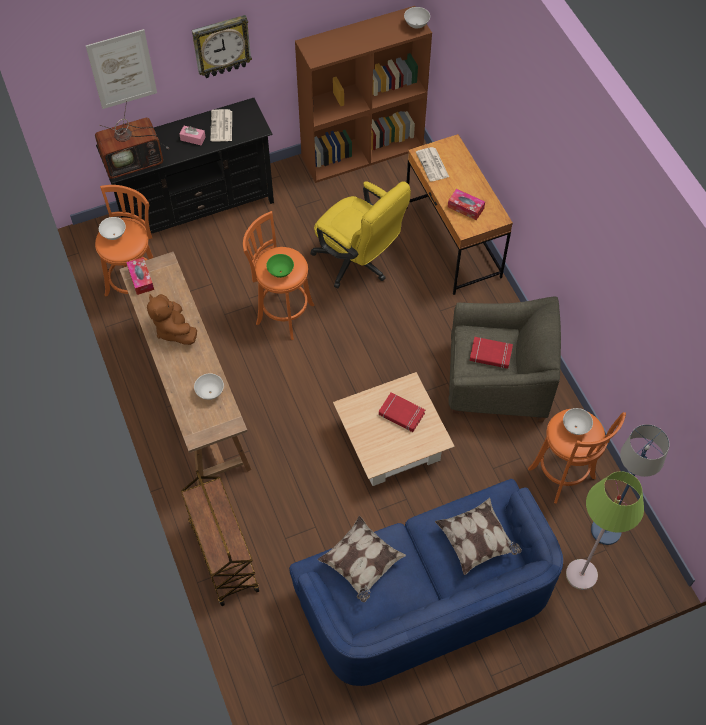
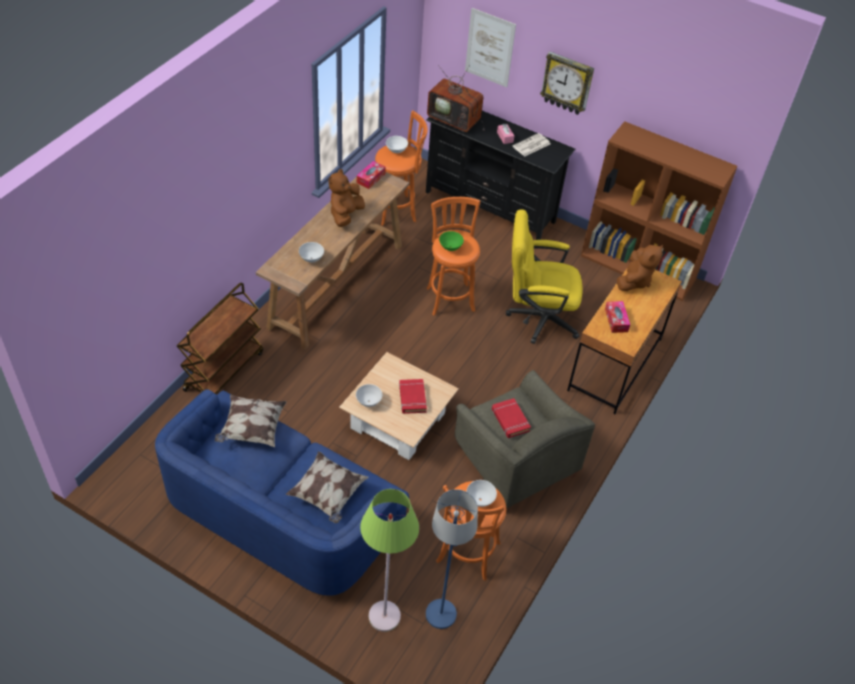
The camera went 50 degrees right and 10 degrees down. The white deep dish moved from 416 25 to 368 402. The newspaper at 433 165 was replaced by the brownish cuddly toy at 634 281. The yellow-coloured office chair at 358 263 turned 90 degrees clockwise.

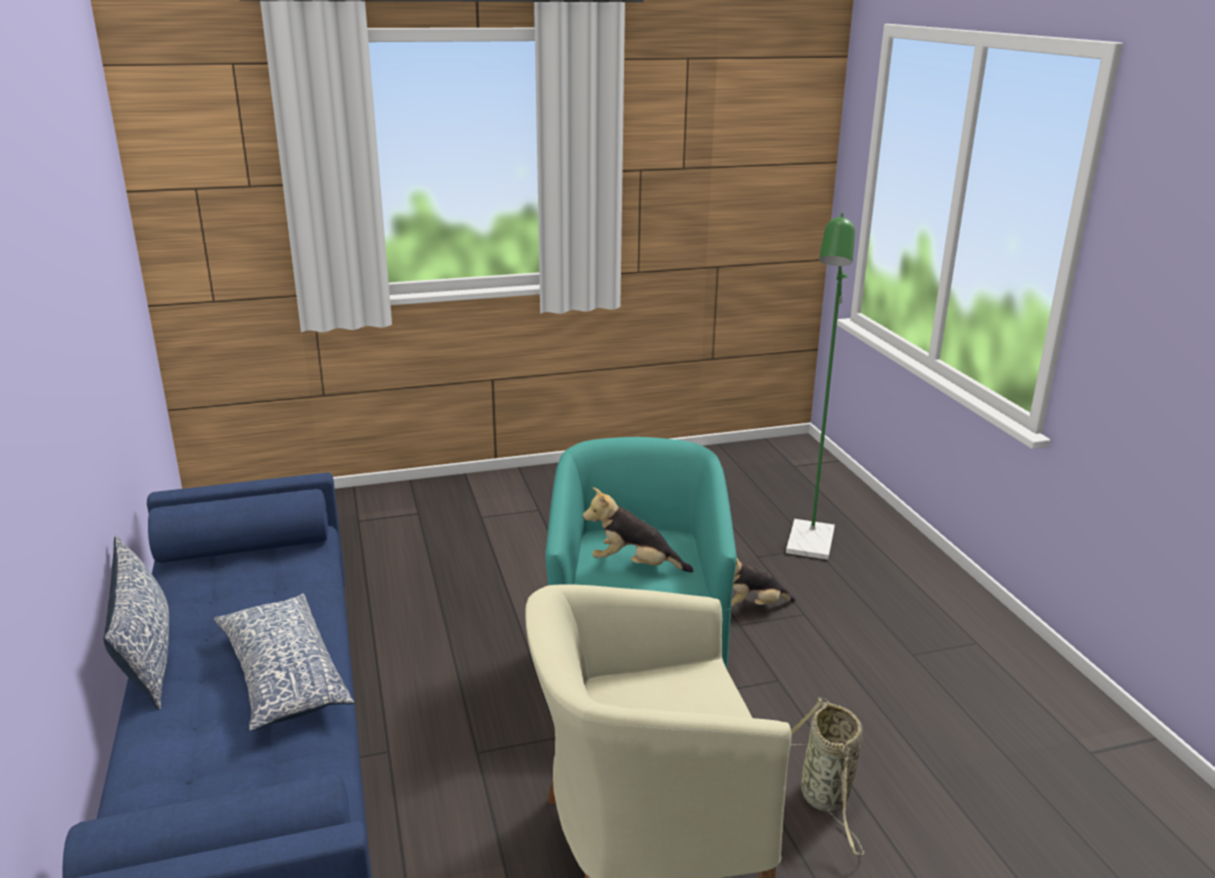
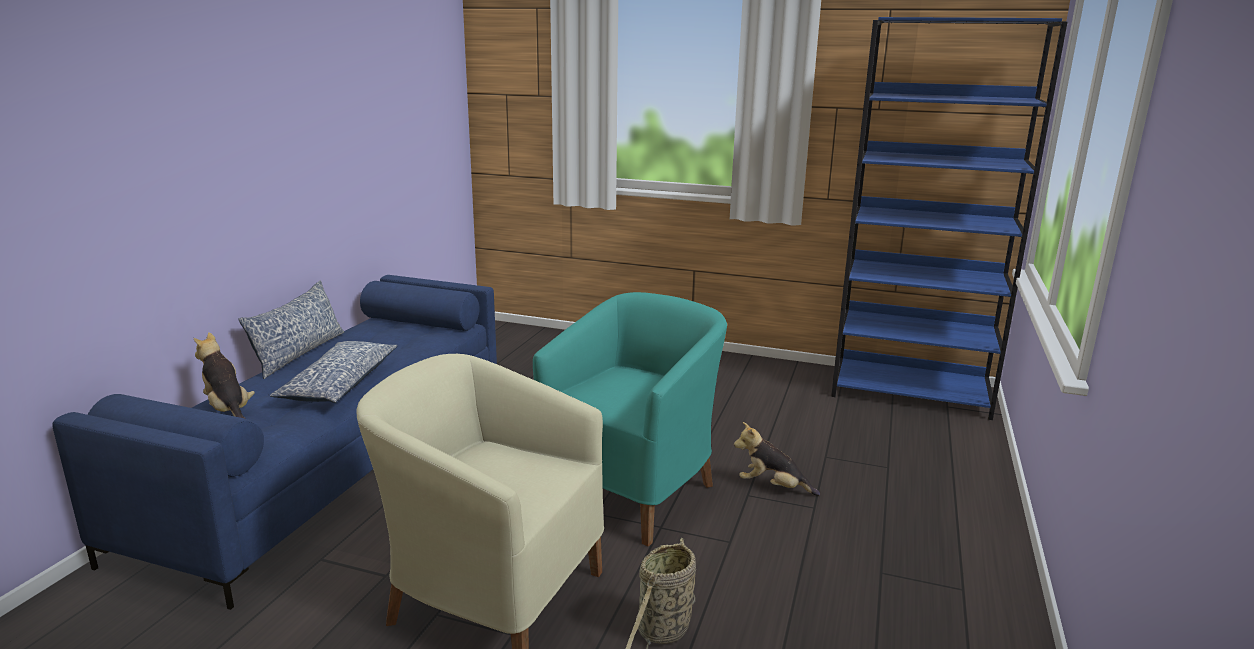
The camera went 35 degrees right and 5 degrees down. The greenish standing lamp at 809 547 disappeared. The cuddly toy moved from 635 565 to 228 410. The blue bookcase at 911 392 appeared.

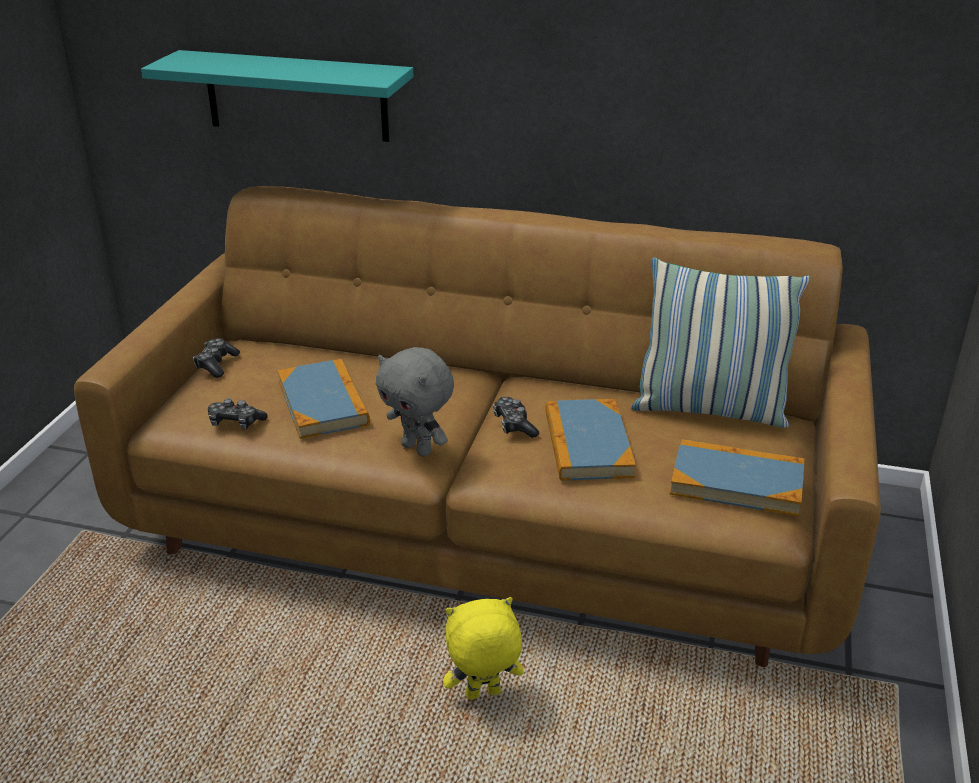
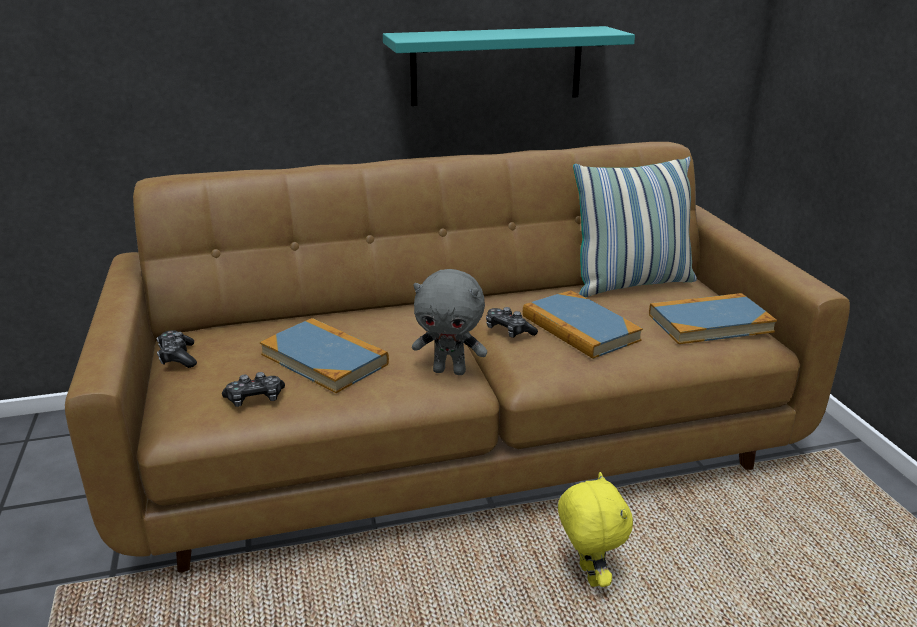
The camera went 30 degrees left and 5 degrees down. The turquoise bracket shelf moved from 296 96 to 497 66. The yellow-coloured cuddly toy at 483 696 turned 120 degrees clockwise.

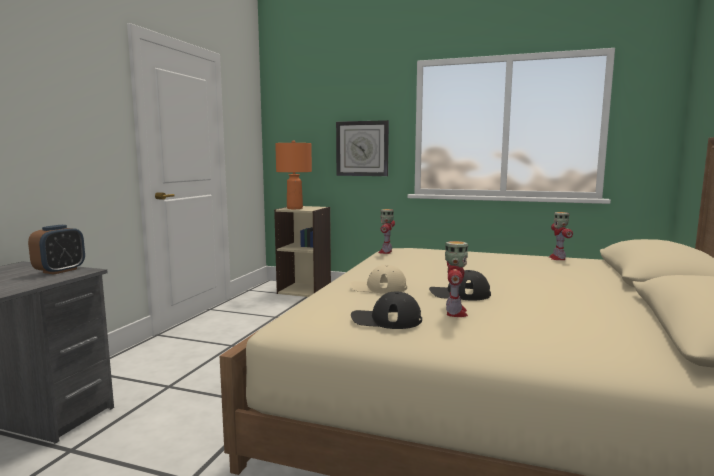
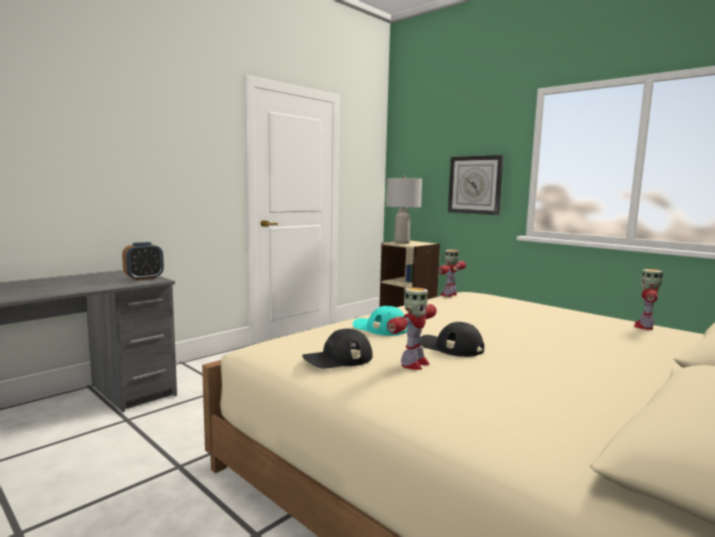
The camera went 25 degrees right and 0 degrees up. The orange lamp for a table at 295 208 became the grey lamp for a table at 402 243. The beige-coloured baseball cap at 378 288 became the turquoise baseball cap at 380 328. The black baseball cap at 386 320 turned 60 degrees counterclockwise.

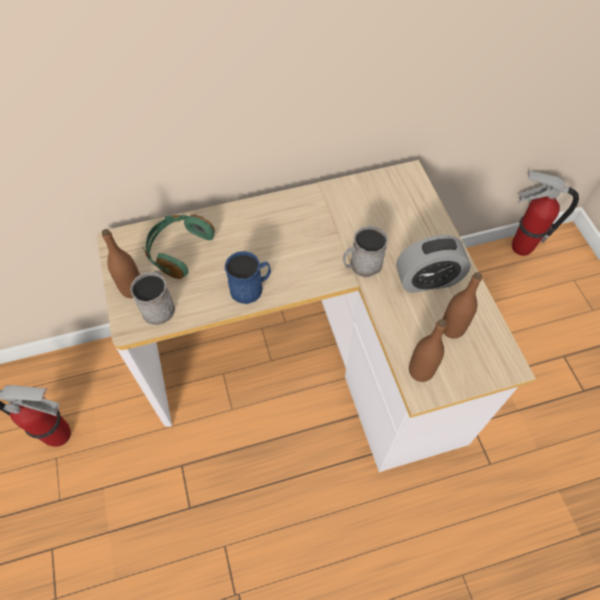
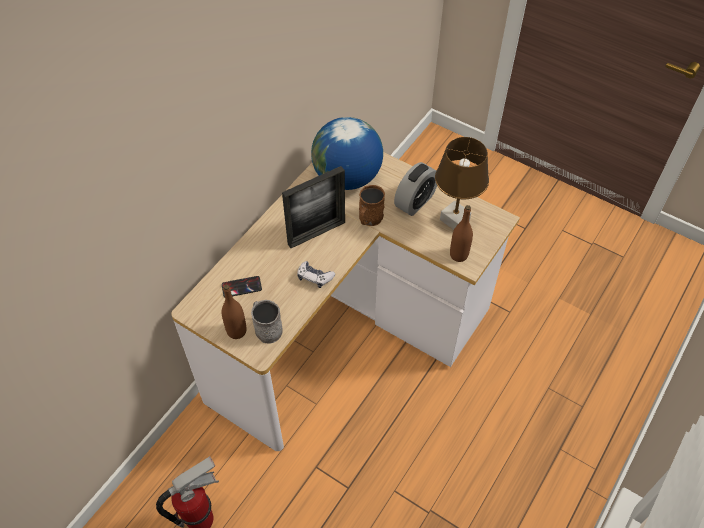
The camera went 40 degrees left and 5 degrees down. The fire-fighting cylinder at 520 247 disappeared. The greenish headphones at 178 250 was replaced by the handset at 241 287. The grey tea mug at 361 265 became the brownish tea mug at 369 219. The blue tea mug at 251 288 was replaced by the game controller at 314 277. The brownish beverage bottle at 452 328 was replaced by the brownish lamp for a table at 454 220. The globe at 347 177 appeared. The photo frame at 316 233 appeared.

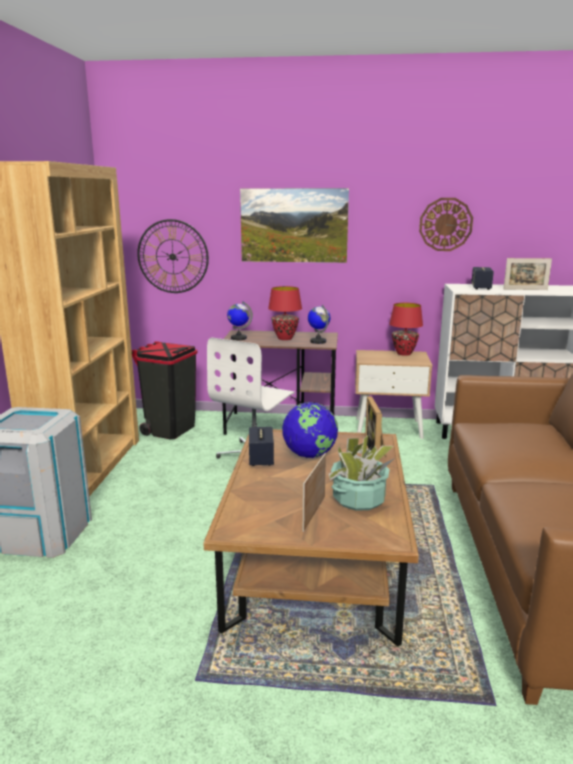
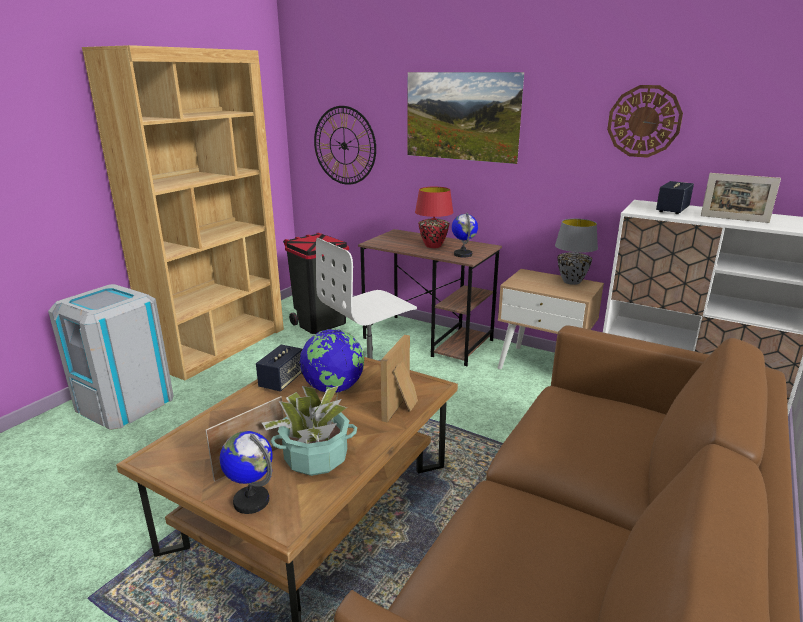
The camera went 25 degrees right and 5 degrees up. The globe moved from 238 338 to 251 501. The red lamp for a table at 403 353 became the grey lamp for a table at 571 281.

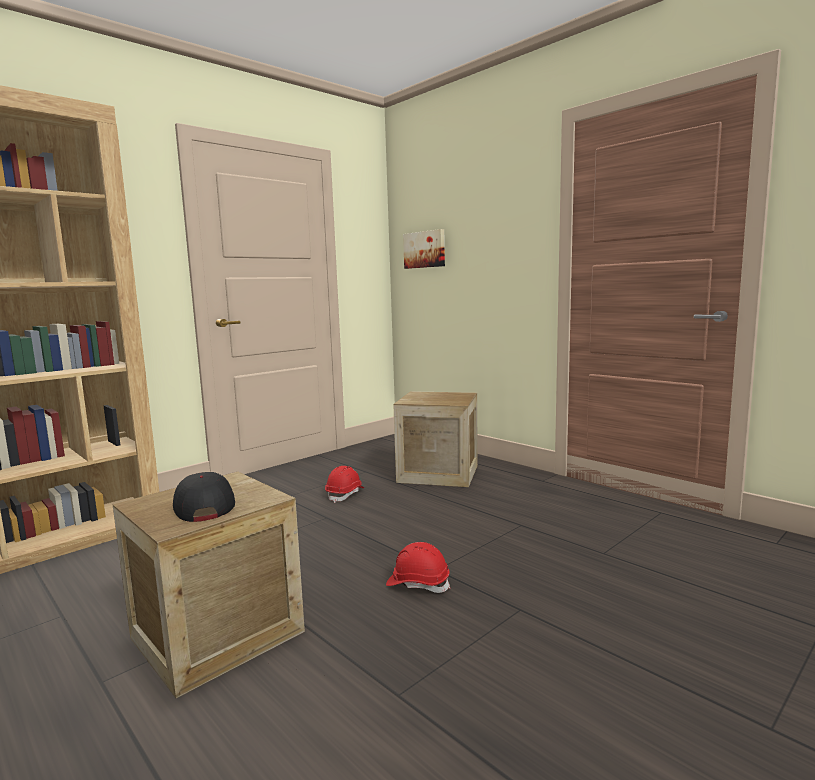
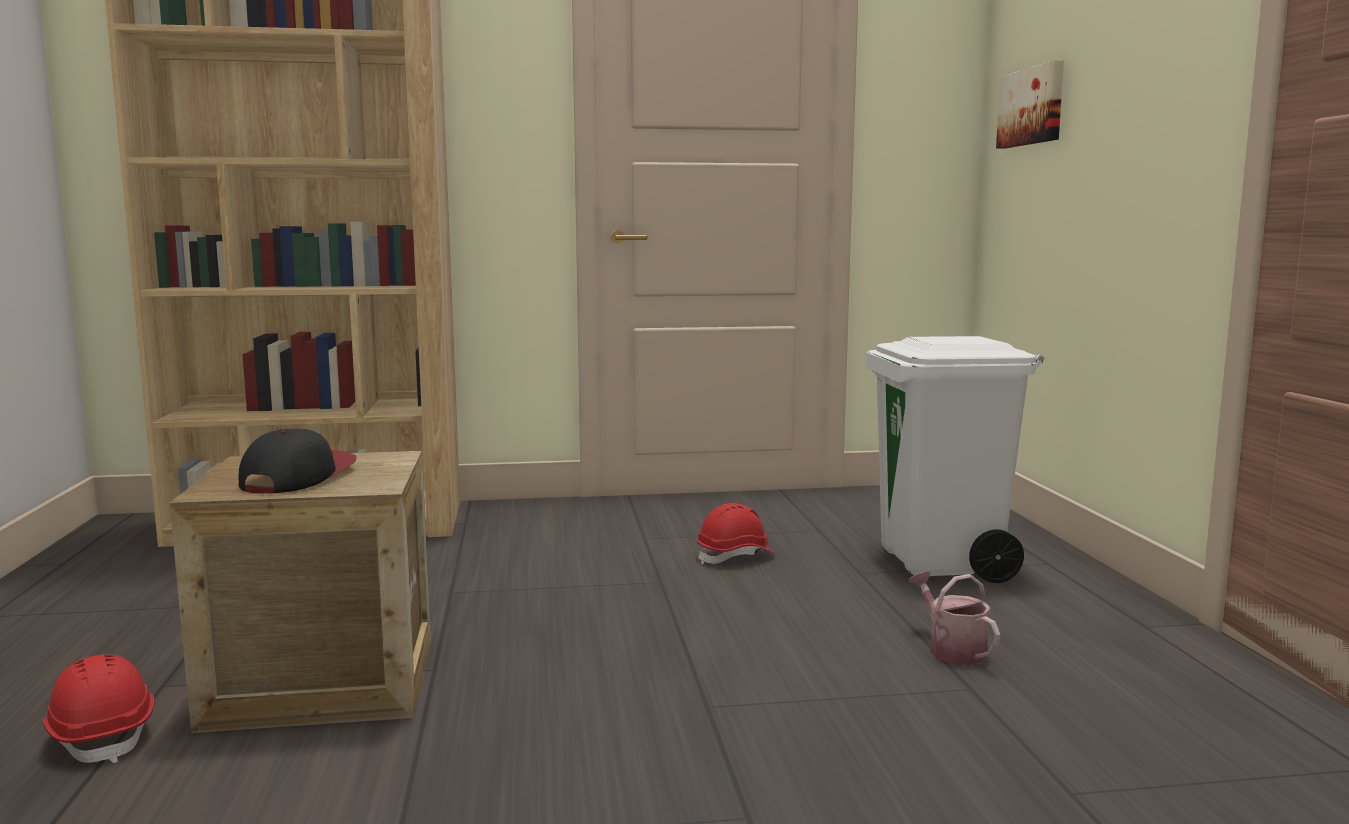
The camera went 35 degrees right and 0 degrees up. The packing crate at 438 473 was replaced by the white trash can at 942 563. The red hard hat moved from 418 584 to 103 736. The watering pot at 952 649 appeared.

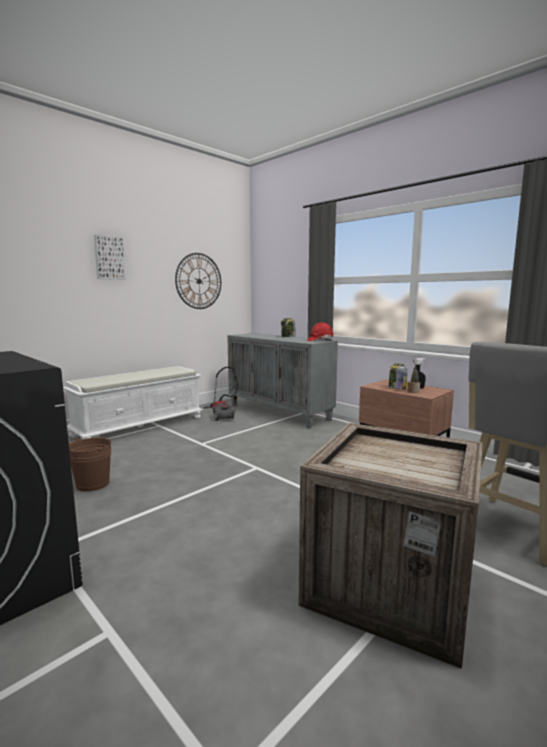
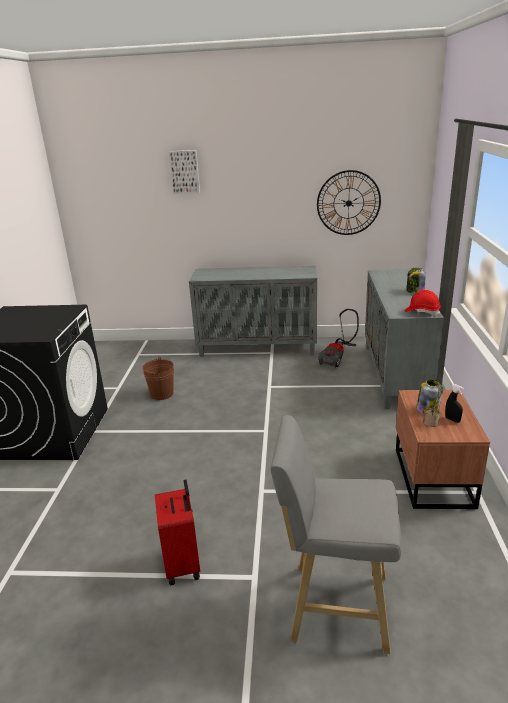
The camera went 50 degrees right and 15 degrees up. The wall art moved from 109 258 to 185 172. The white bench at 140 426 was replaced by the grey cabinet at 258 348. The packing crate at 393 583 was replaced by the red piece of luggage at 183 564.

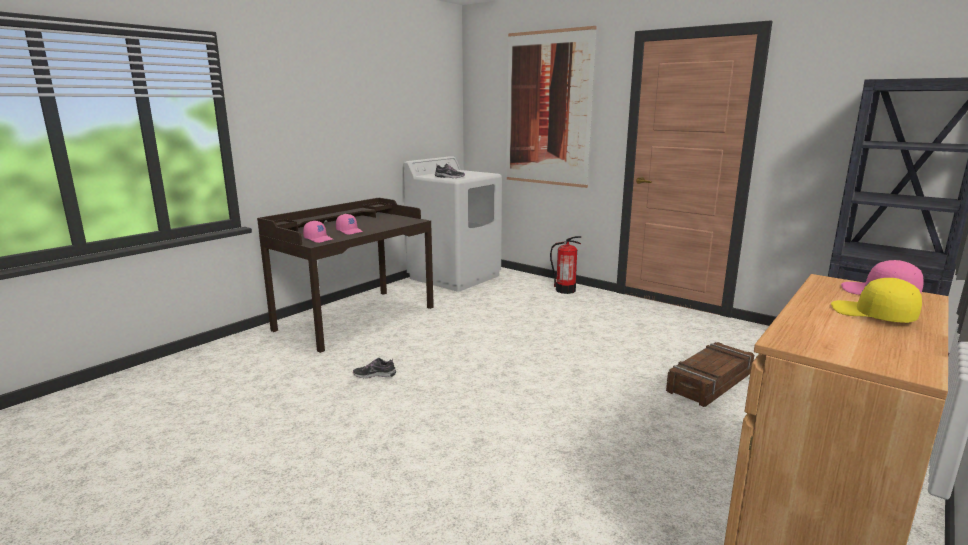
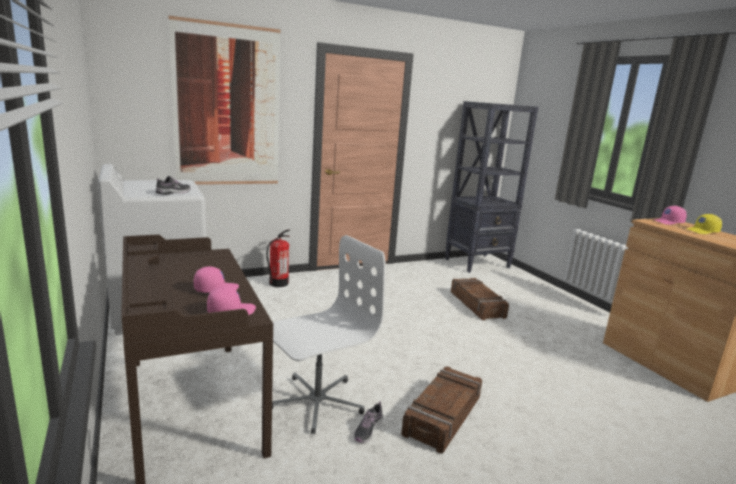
The camera went 65 degrees left and 0 degrees up. The white office chair at 316 401 appeared. The packing crate at 443 416 appeared.

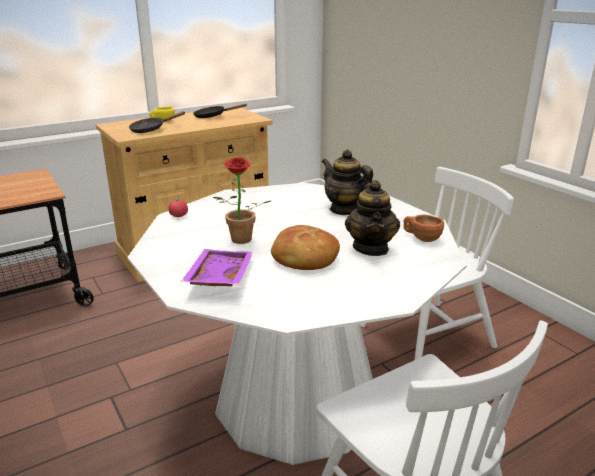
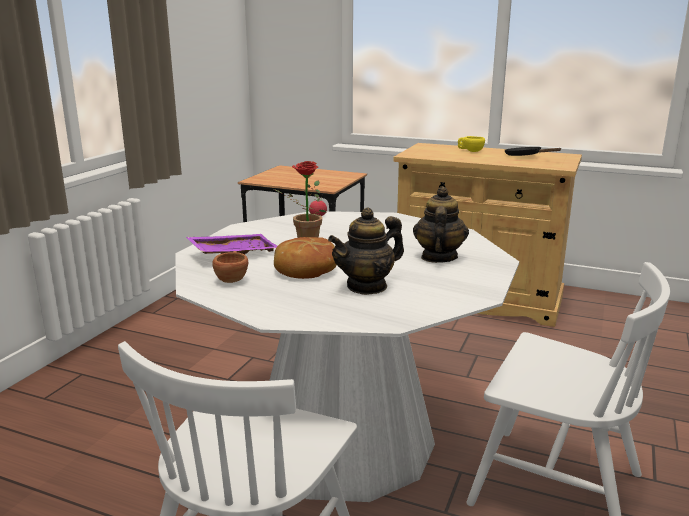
The camera went 55 degrees right and 5 degrees down. The black pan at 151 129 disappeared. The brownish drinking cup moved from 421 238 to 232 278.

